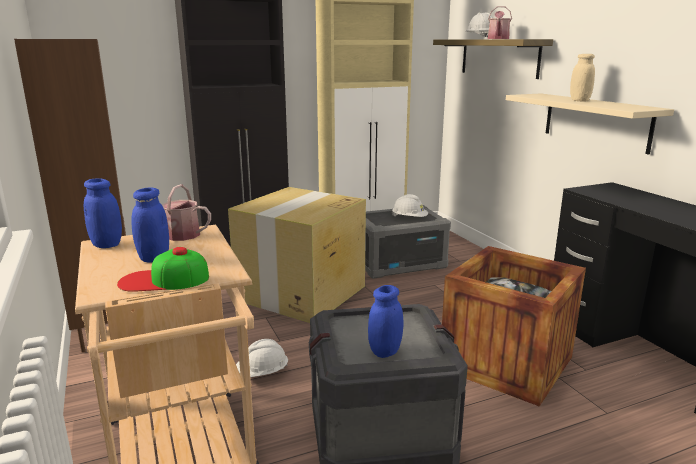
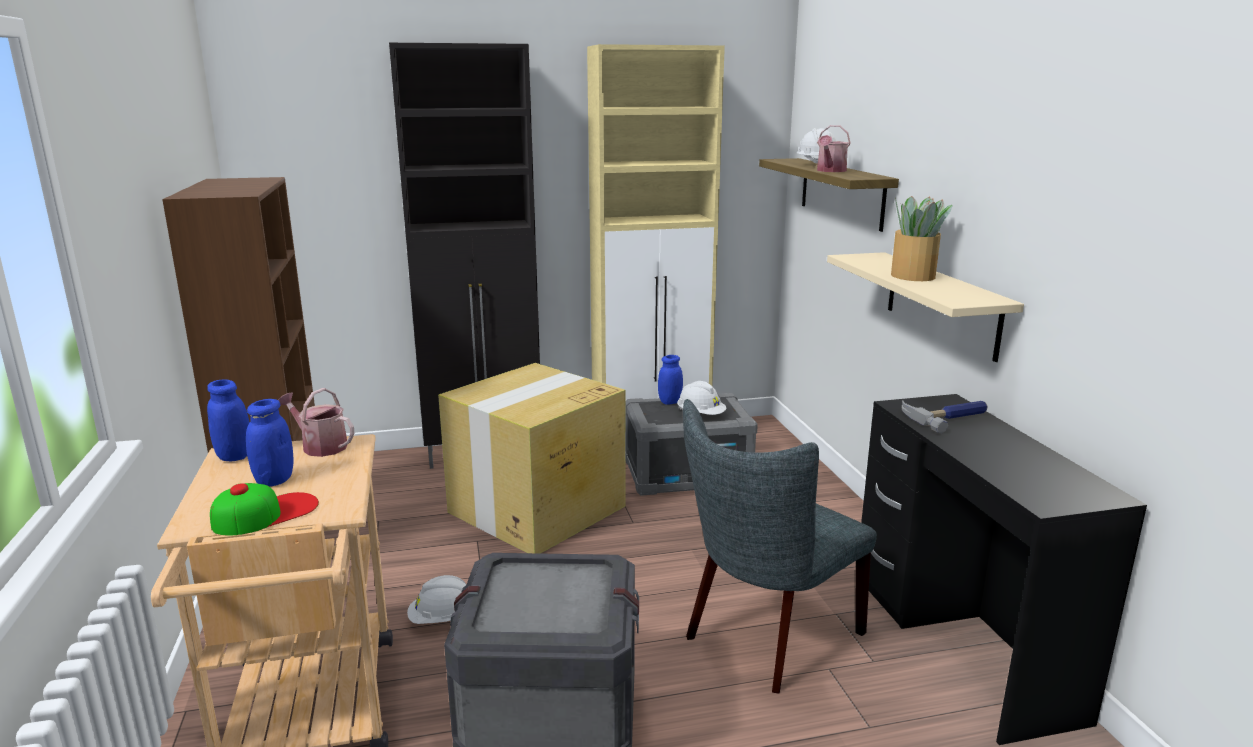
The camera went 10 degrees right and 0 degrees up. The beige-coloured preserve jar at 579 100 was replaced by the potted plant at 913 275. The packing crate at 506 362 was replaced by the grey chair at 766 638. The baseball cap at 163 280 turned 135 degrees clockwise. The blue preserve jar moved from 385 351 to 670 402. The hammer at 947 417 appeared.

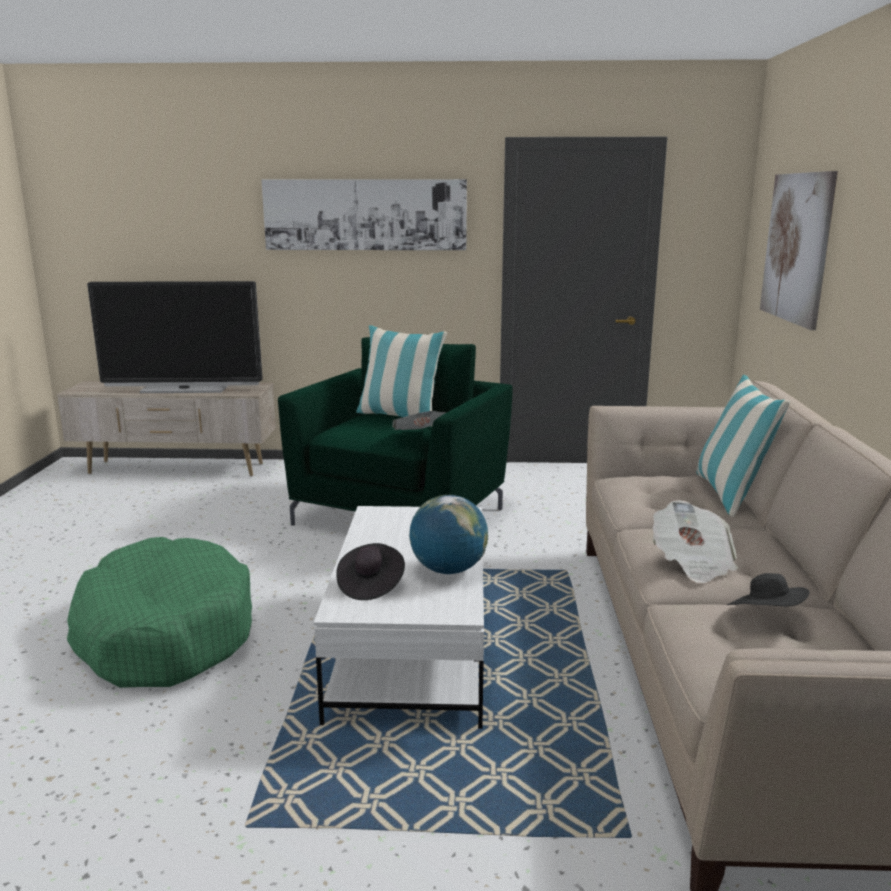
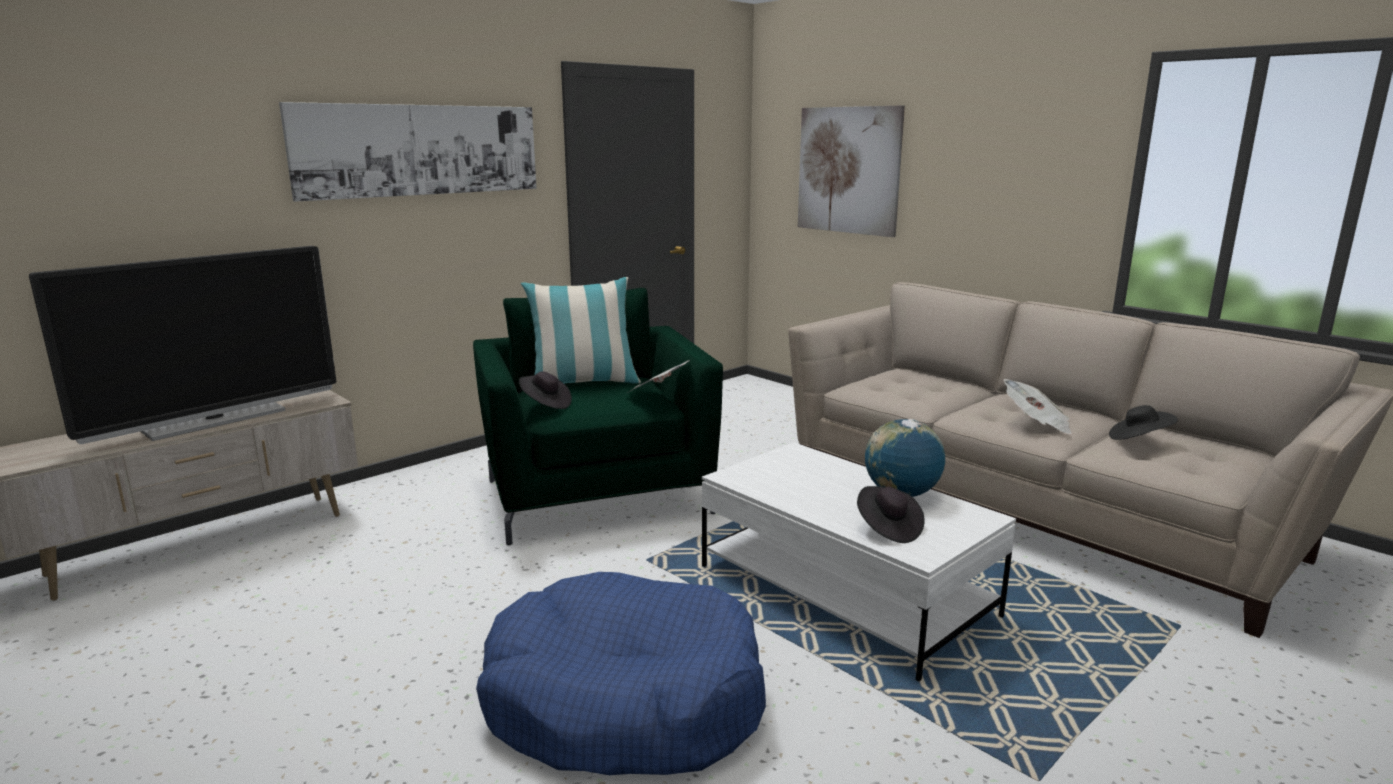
The camera went 45 degrees left and 0 degrees up. The cushion at 730 494 disappeared. The greenish dog bed at 165 633 became the blue dog bed at 624 701. The black hat at 546 404 appeared.

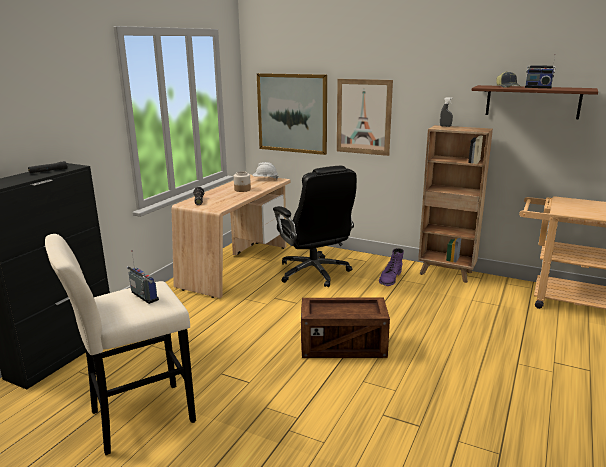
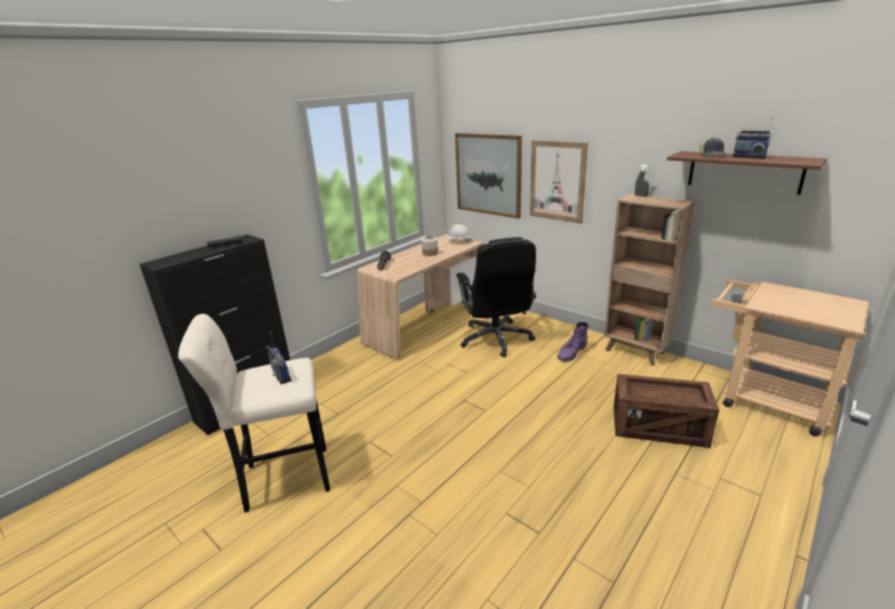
The camera went 15 degrees right and 5 degrees up. The packing crate moved from 343 346 to 659 427.

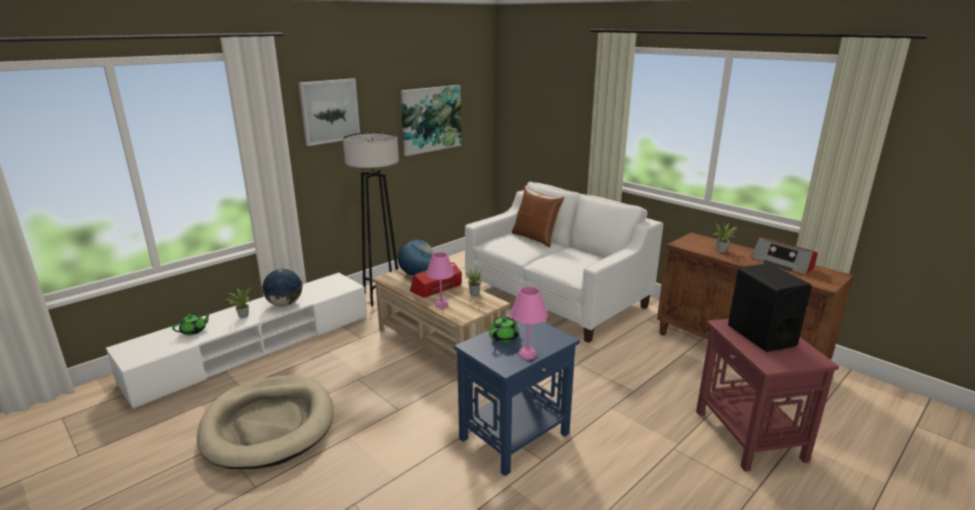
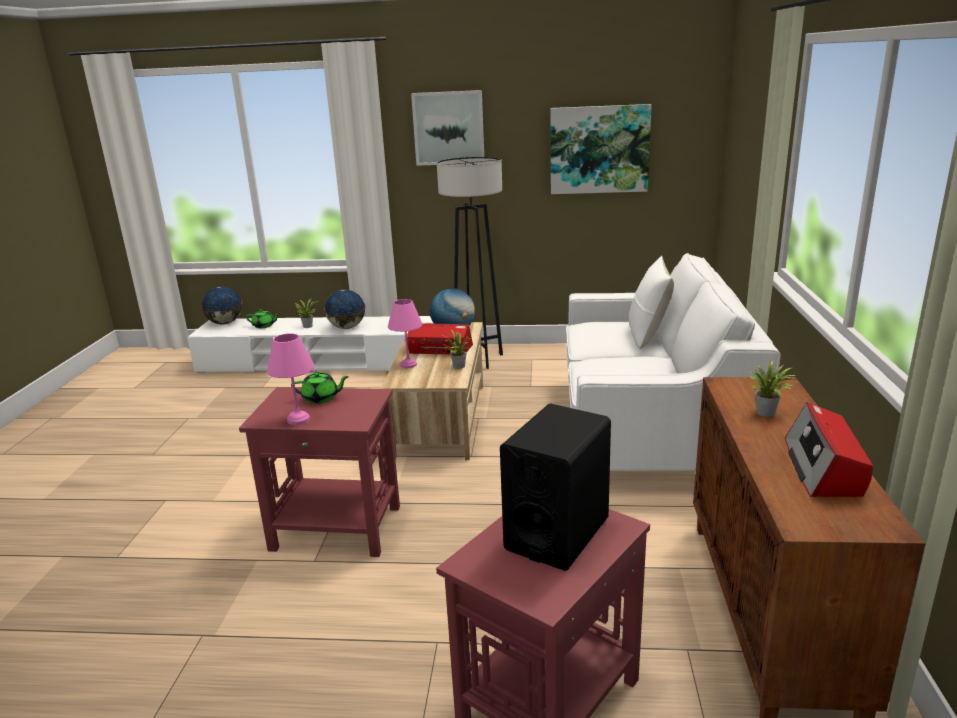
The camera went 50 degrees right and 0 degrees up. The brownish cushion at 535 238 became the white cushion at 648 335. The blue side table at 515 436 became the red side table at 336 528. The beige-coloured dog bed at 268 425 disappeared. The globe at 225 323 appeared.

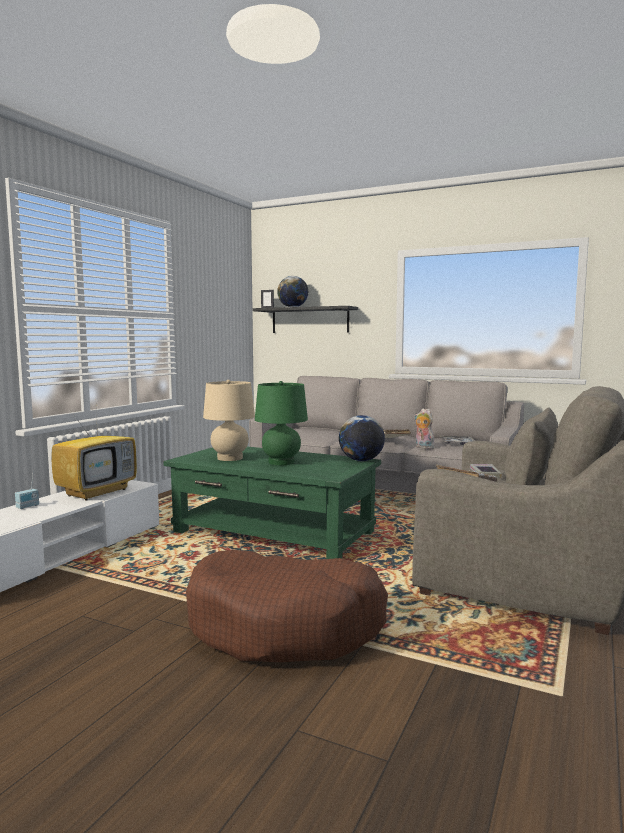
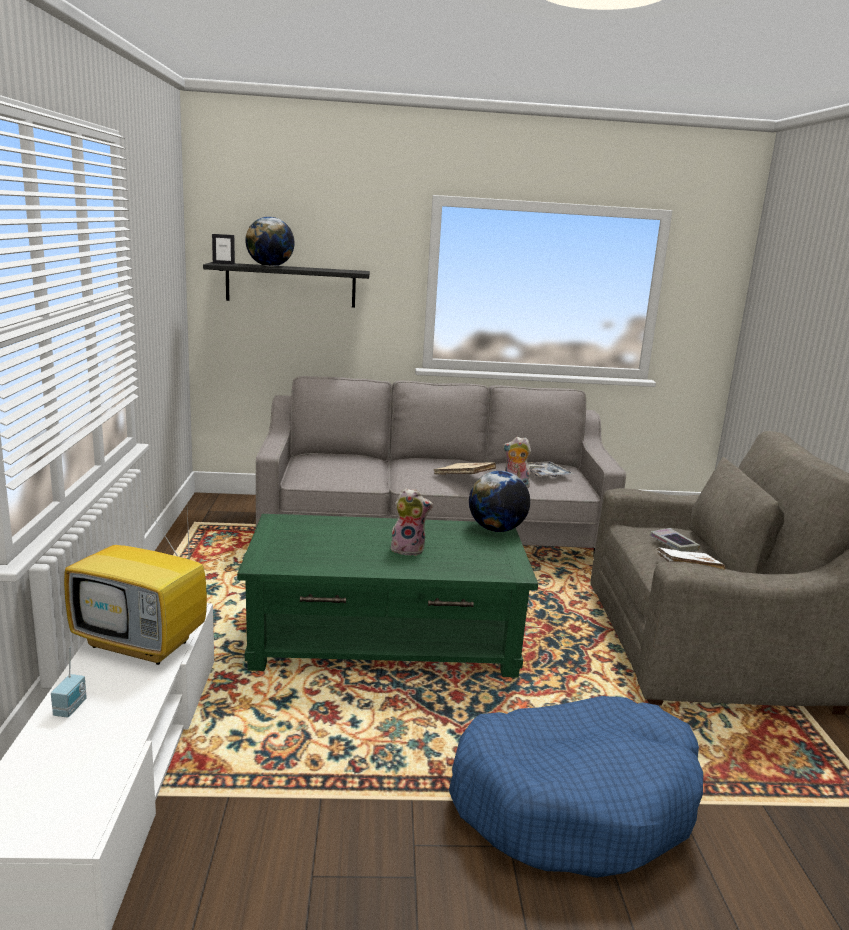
The camera went 30 degrees left and 10 degrees up. The beige-coloured lamp for a table at 230 458 disappeared. The greenish lamp for a table at 281 462 was replaced by the cuddly toy at 408 549. The television at 97 492 turned 105 degrees clockwise. The brownish dog bed at 285 626 became the blue dog bed at 575 802.

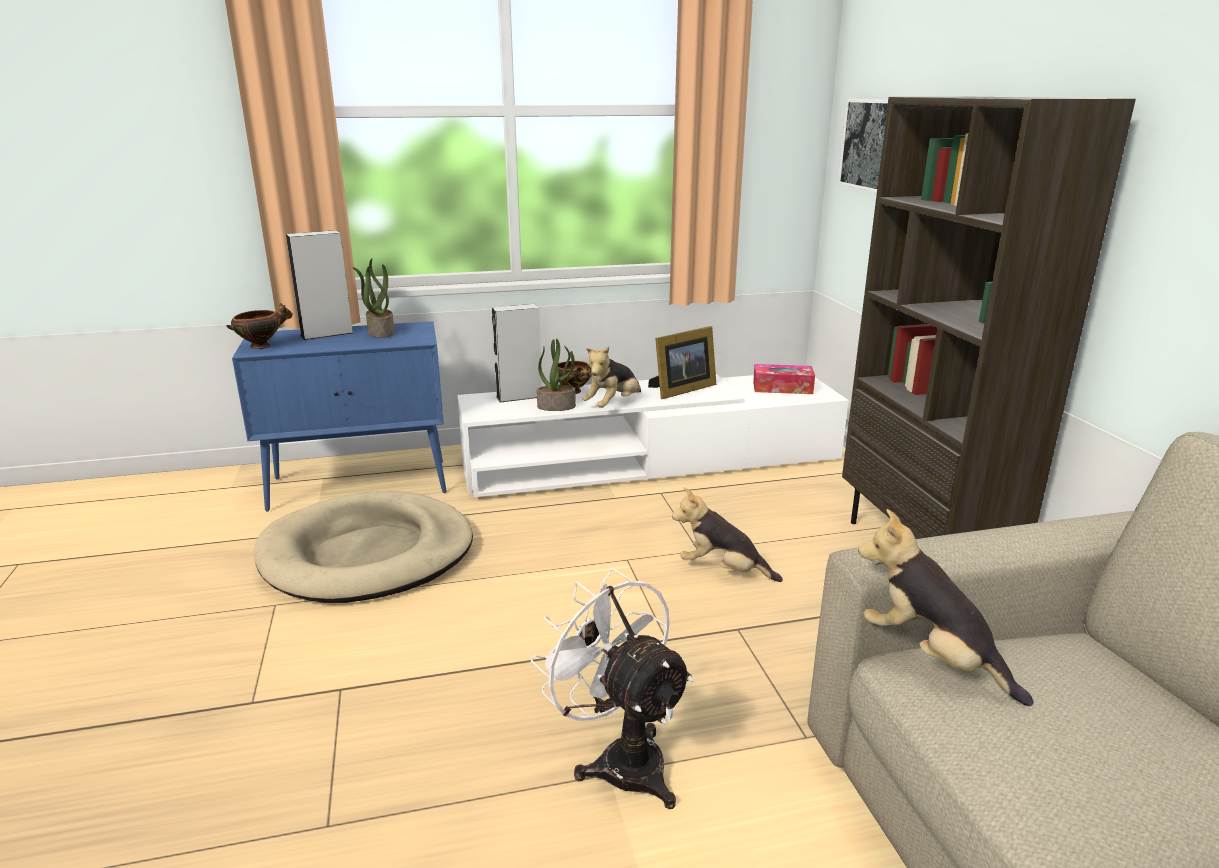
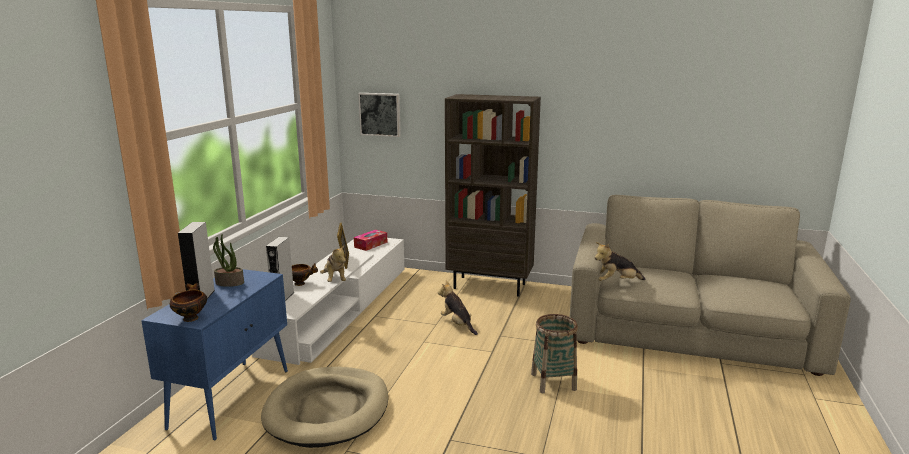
The camera went 60 degrees left and 5 degrees down. The potted plant at 557 406 disappeared. The cuddly toy at 722 570 turned 90 degrees clockwise. The white fan at 620 759 was replaced by the basket at 553 382.

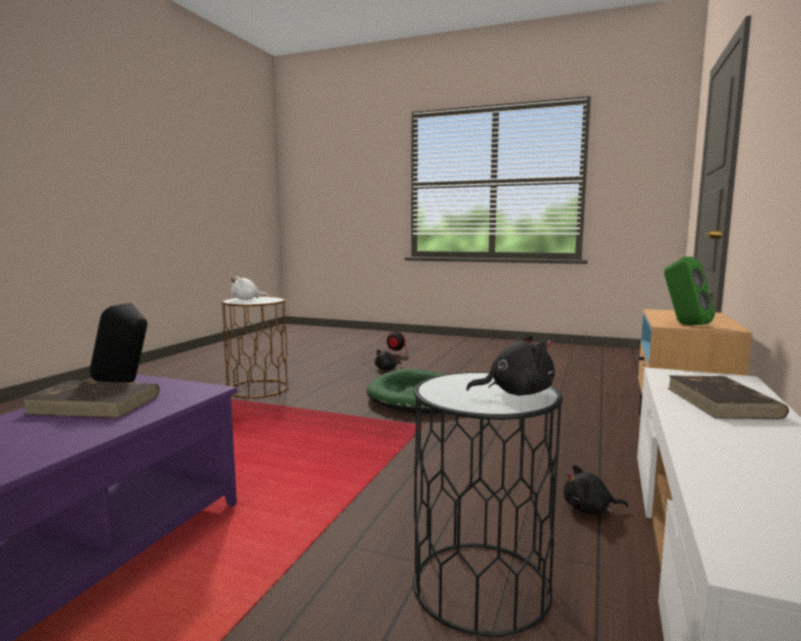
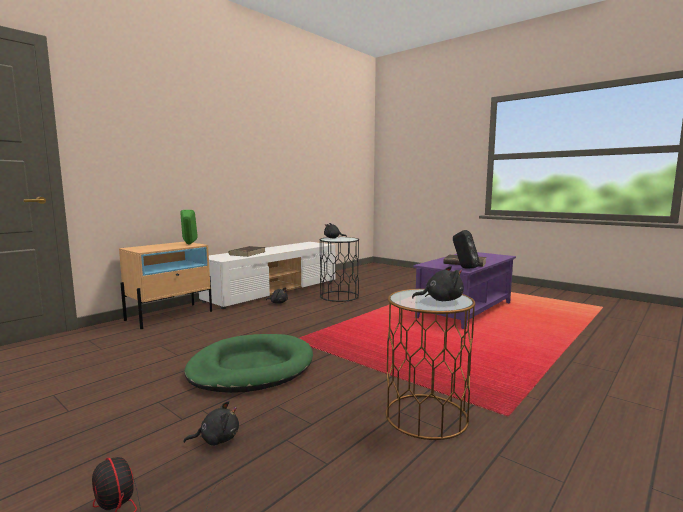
The camera went 160 degrees left and 0 degrees up. The white cuddly toy at 246 299 became the black cuddly toy at 441 300.

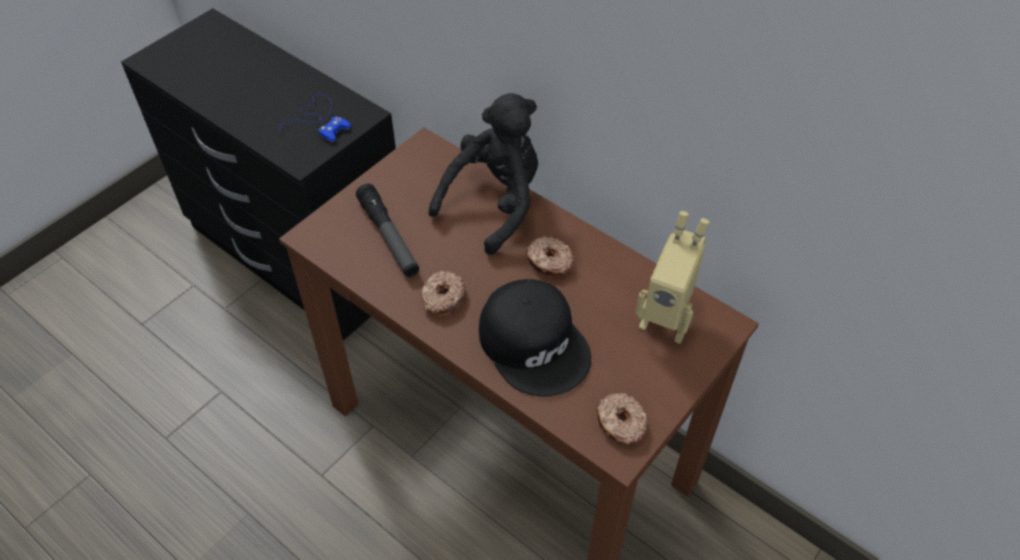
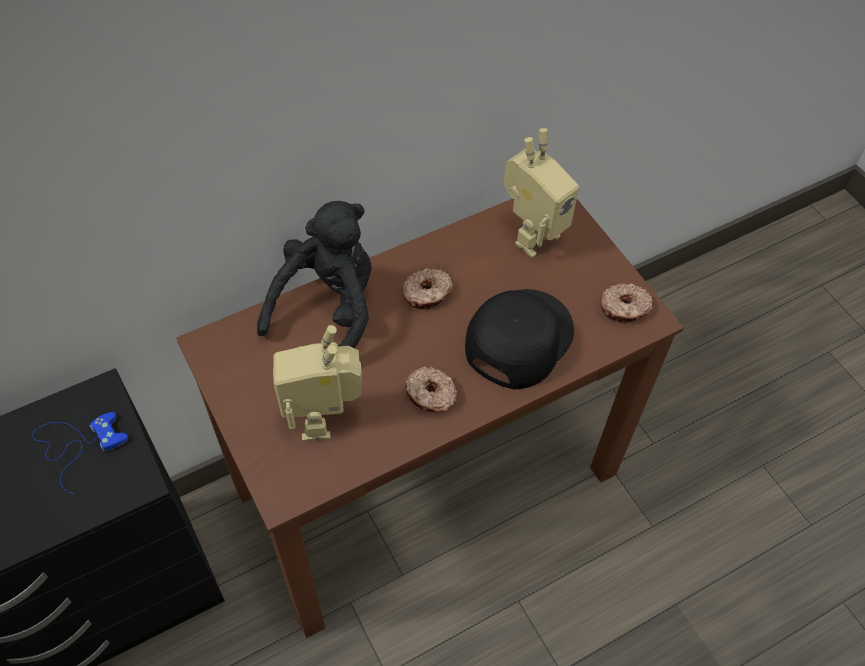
The camera went 70 degrees left and 5 degrees up. The black cuddly toy at 495 203 turned 60 degrees clockwise. The flashlight at 389 237 was replaced by the model robot at 324 418. The black baseball cap at 535 343 turned 45 degrees counterclockwise.

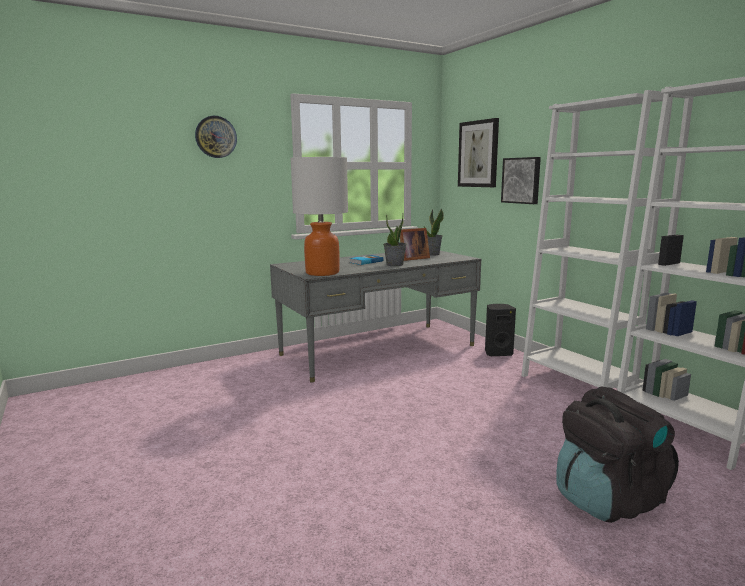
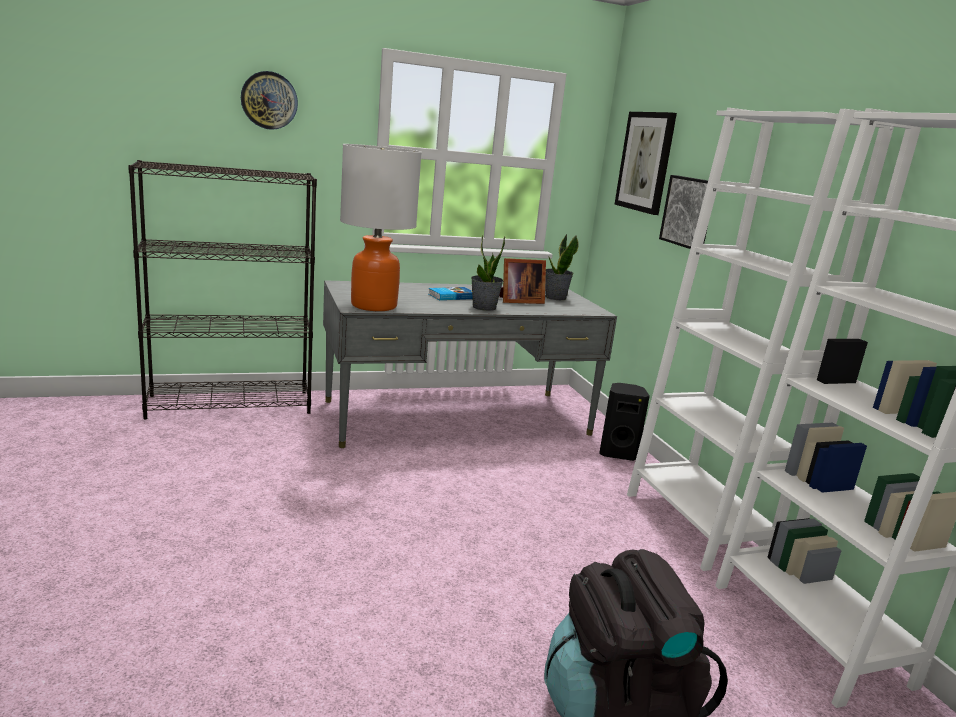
The camera went 10 degrees right and 5 degrees up. The black bookcase at 231 404 appeared.

